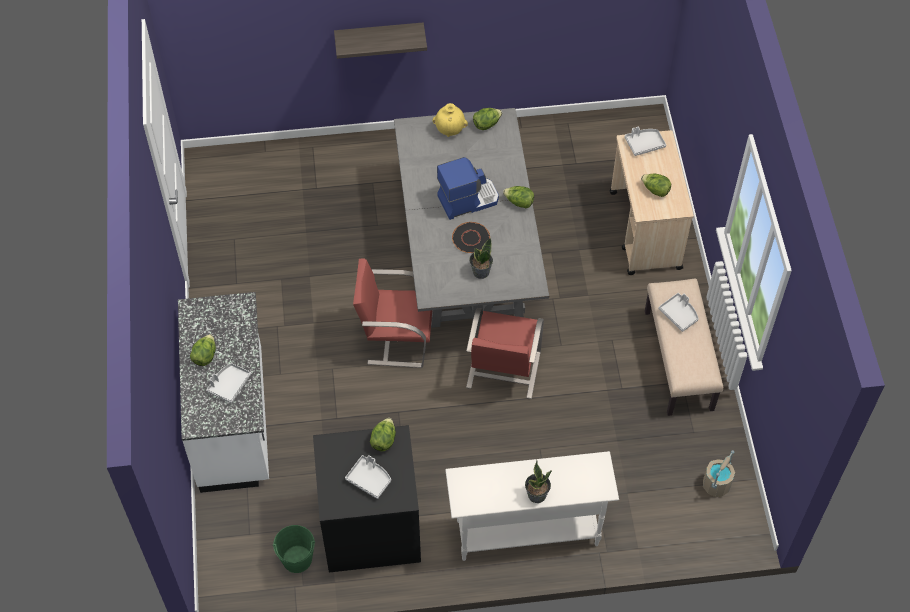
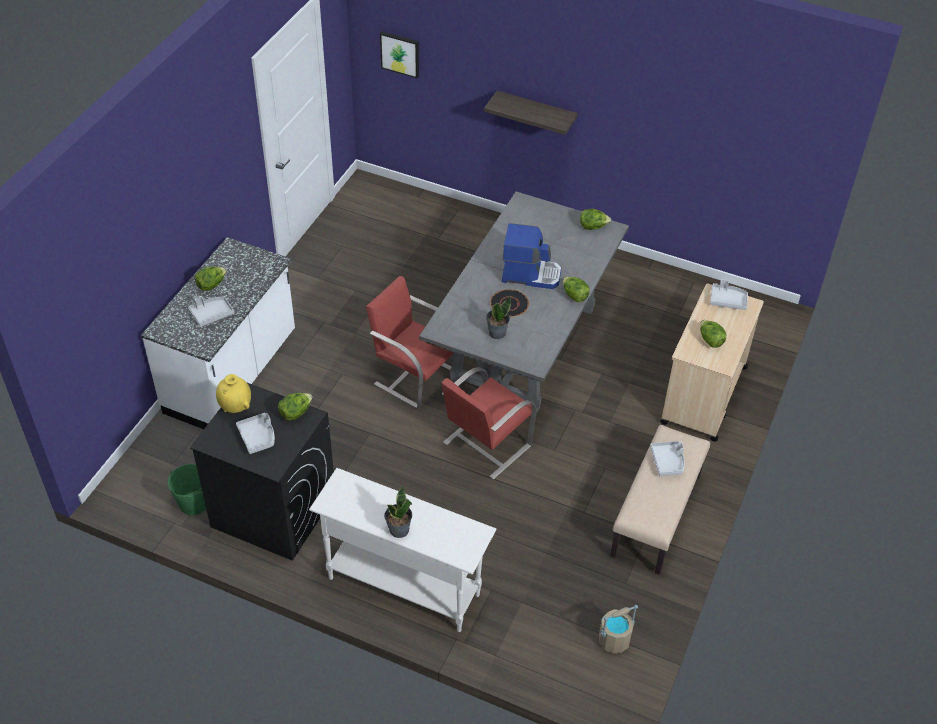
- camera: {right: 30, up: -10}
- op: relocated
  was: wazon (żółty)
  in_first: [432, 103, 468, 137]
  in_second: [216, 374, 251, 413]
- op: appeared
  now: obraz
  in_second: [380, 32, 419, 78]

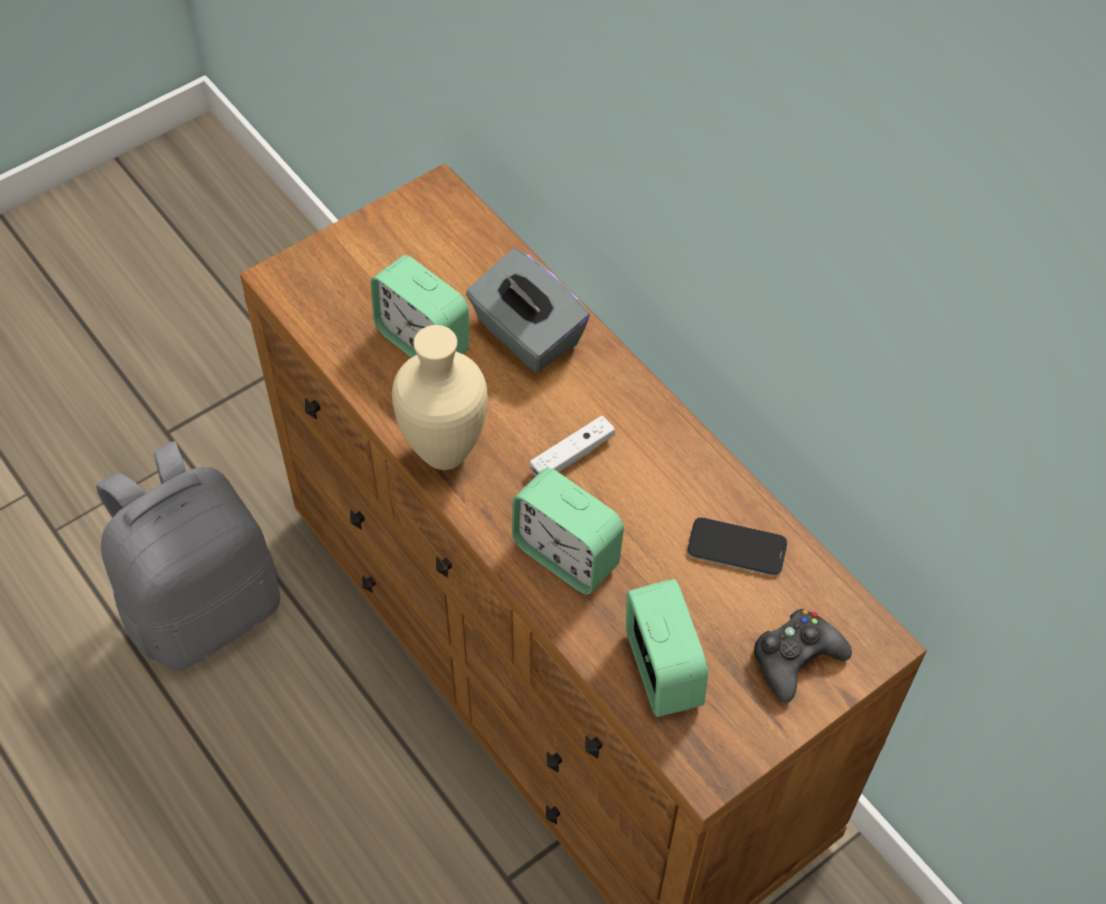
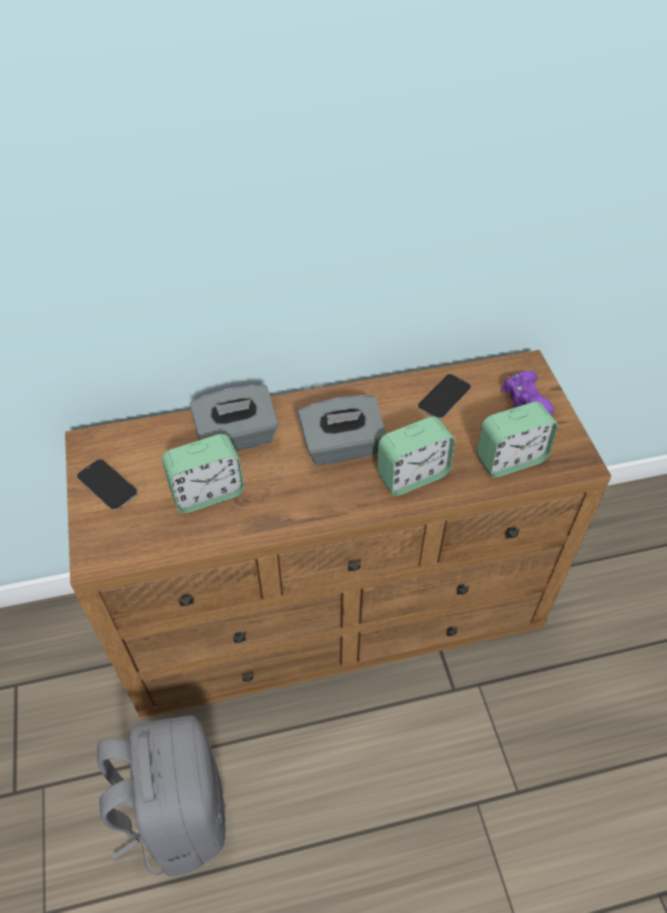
- camera: {right: -65, up: -5}
- op: missing
  was: wazon (beżowy)
  in_first: [392, 325, 488, 470]
- op: exchanged
  was: pad do gier (biały)
  now: pudełko chusteczek (szary)
  in_first: [530, 416, 615, 477]
  in_second: [298, 395, 386, 465]
- op: spun
  was: budzik
  in_first: [626, 579, 708, 717]
  in_second: [476, 401, 558, 478]
  clockwise: 150
- op: colour
  was: pad do gier (czarny)
  now: pad do gier (fioletowy)
  in_first: [754, 609, 852, 703]
  in_second: [501, 371, 554, 414]
- op: appeared
  now: telefon
  in_second: [77, 459, 138, 510]

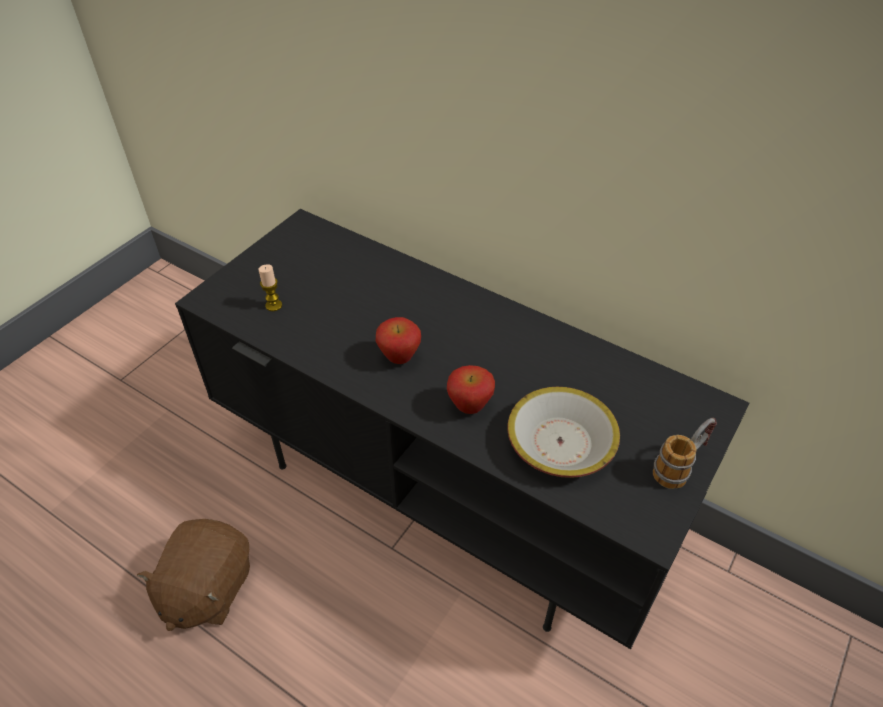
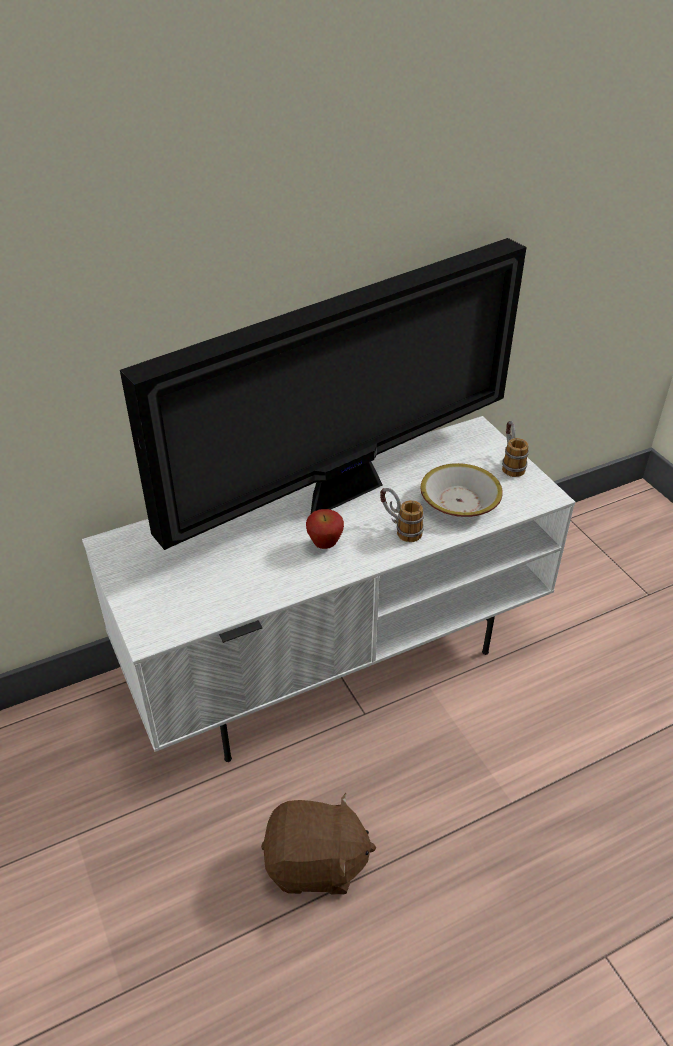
- camera: {right: -60, up: -5}
- op: colour
  was: szafka pod telewizor (czarny)
  now: szafka pod telewizor (biały)
  in_first: [175, 209, 750, 649]
  in_second: [82, 416, 575, 762]
- op: missing
  was: świeca
  in_first: [259, 264, 282, 311]
- op: exchanged
  was: jabłko
  now: kubek
  in_first: [447, 365, 495, 414]
  in_second: [380, 488, 424, 542]
- op: spun
  was: pluszak (brązowy)
  in_first: [137, 519, 250, 631]
  in_second: [261, 793, 376, 894]
  clockwise: -45
- op: appeared
  now: telewizor
  in_second: [120, 238, 526, 550]

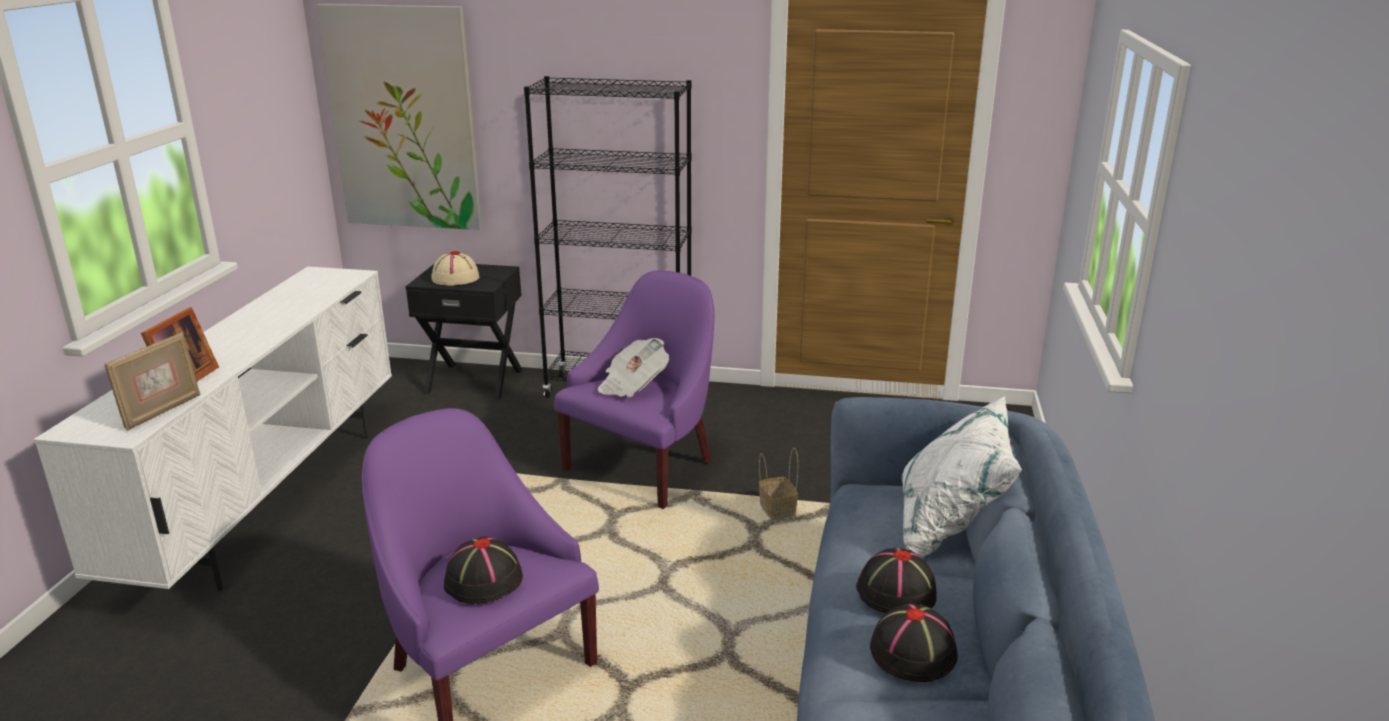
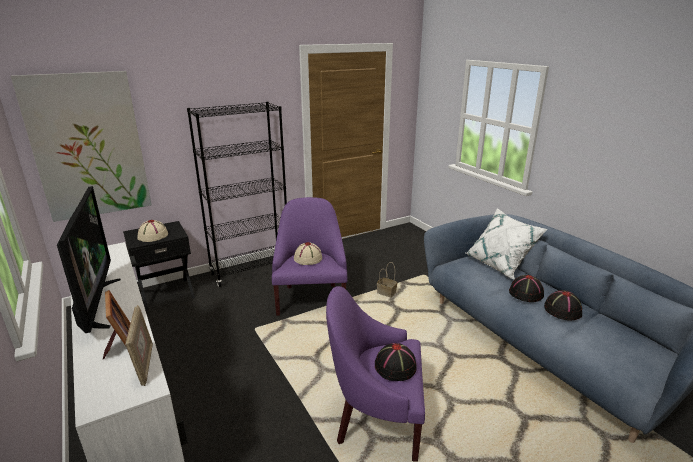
- camera: {right: -40, up: 0}
- op: exchanged
  was: gazeta
  now: kapelusz (beżowy)
  in_first: [597, 338, 669, 397]
  in_second: [294, 242, 322, 265]
- op: appeared
  now: telewizor
  in_second: [57, 186, 121, 333]

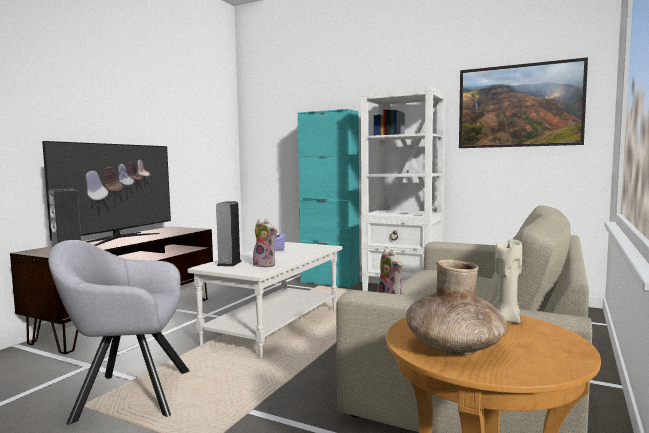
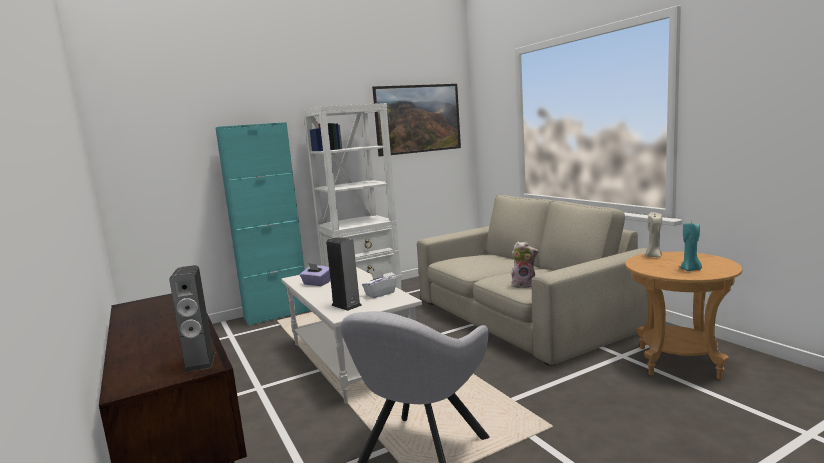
- camera: {right: -55, up: 5}
- op: missing
  was: telewizor
  in_first: [42, 141, 171, 246]
- op: exchanged
  was: pluszak
  now: pudełko chusteczek (biały)
  in_first: [253, 218, 278, 267]
  in_second: [362, 269, 397, 298]
- op: exchanged
  was: wazon (brązowy)
  now: świeca (turkusowy)
  in_first: [406, 259, 507, 355]
  in_second: [680, 222, 702, 271]

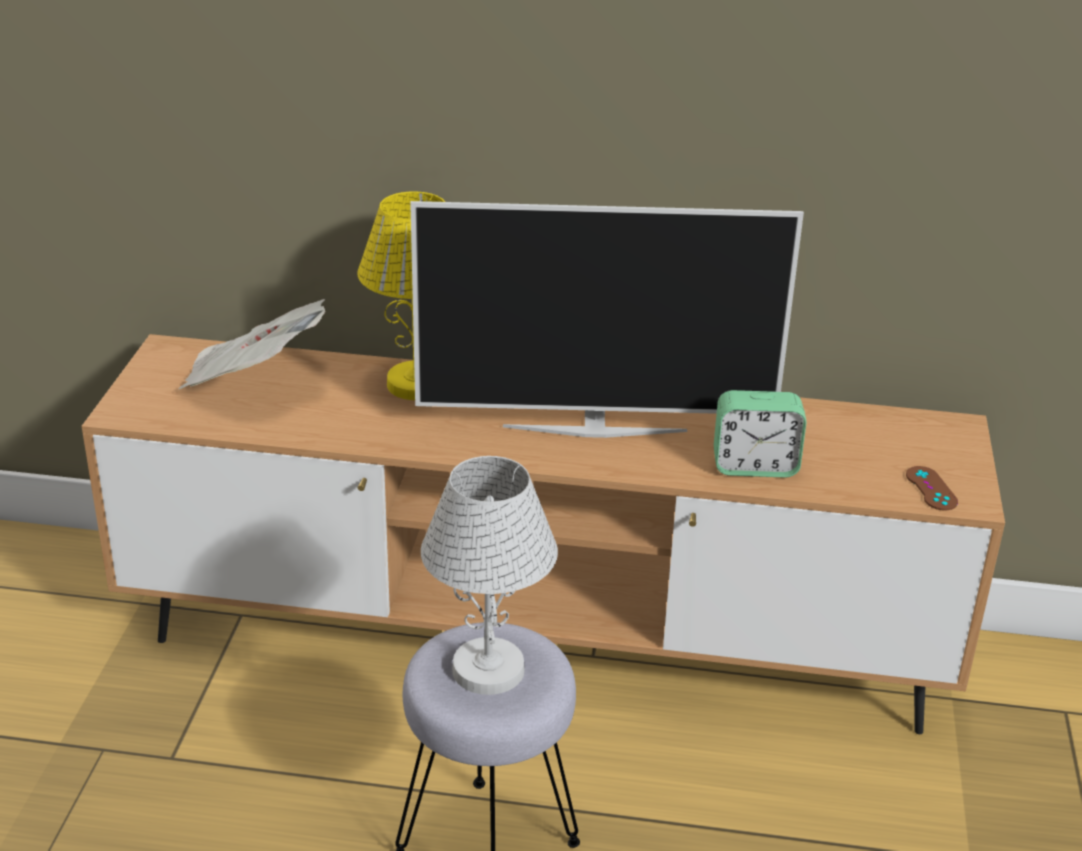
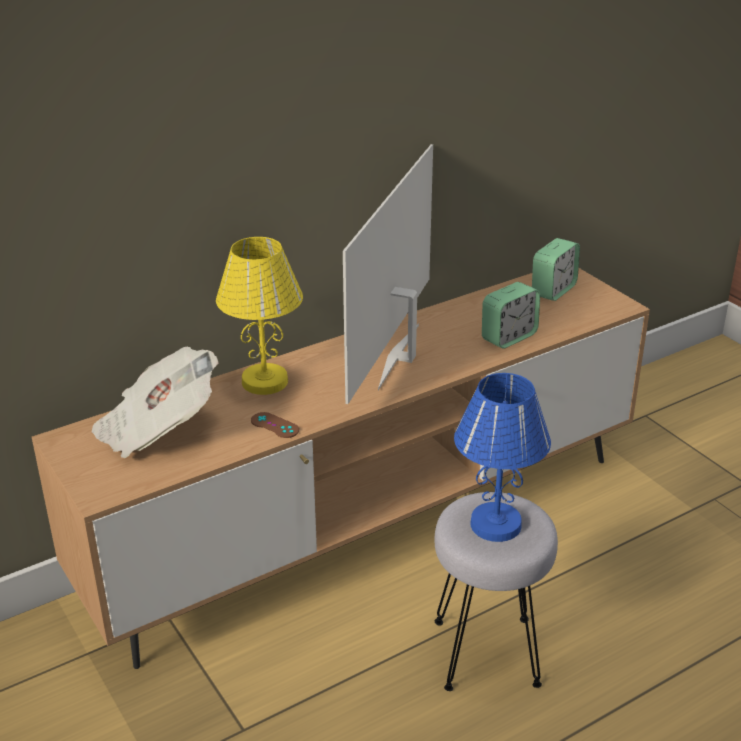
- camera: {right: -40, up: 0}
- op: spun
  was: telewizor
  in_first: [410, 201, 804, 438]
  in_second: [343, 144, 433, 404]
  clockwise: 150
- op: colour
  was: lampa stołowa (biały)
  now: lampa stołowa (niebieski)
  in_first: [421, 456, 558, 695]
  in_second: [454, 373, 551, 542]
- op: relocated
  was: pad do gier (brązowy)
  in_first: [906, 466, 958, 511]
  in_second: [251, 412, 299, 438]
- op: appeared
  now: budzik
  in_second: [532, 238, 580, 301]

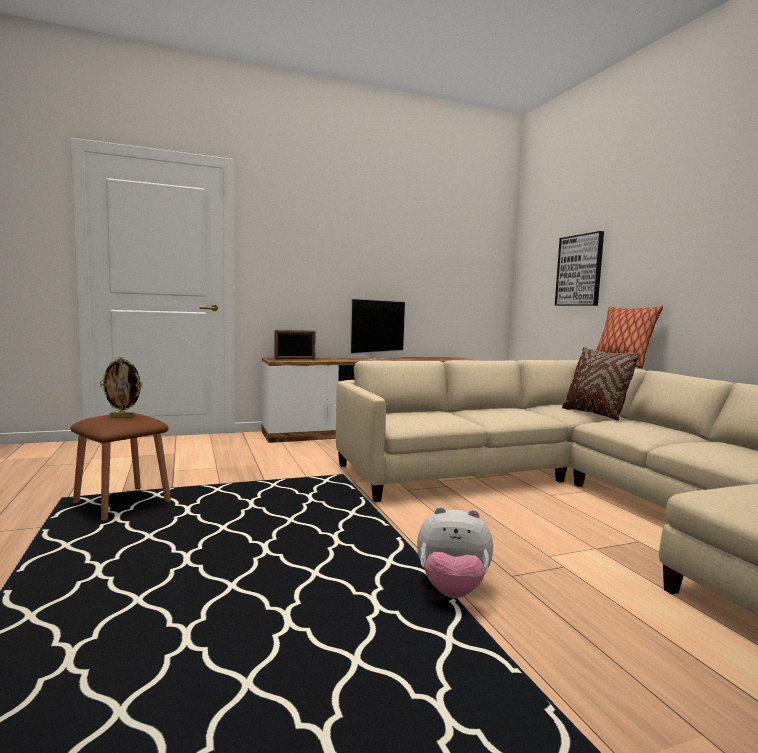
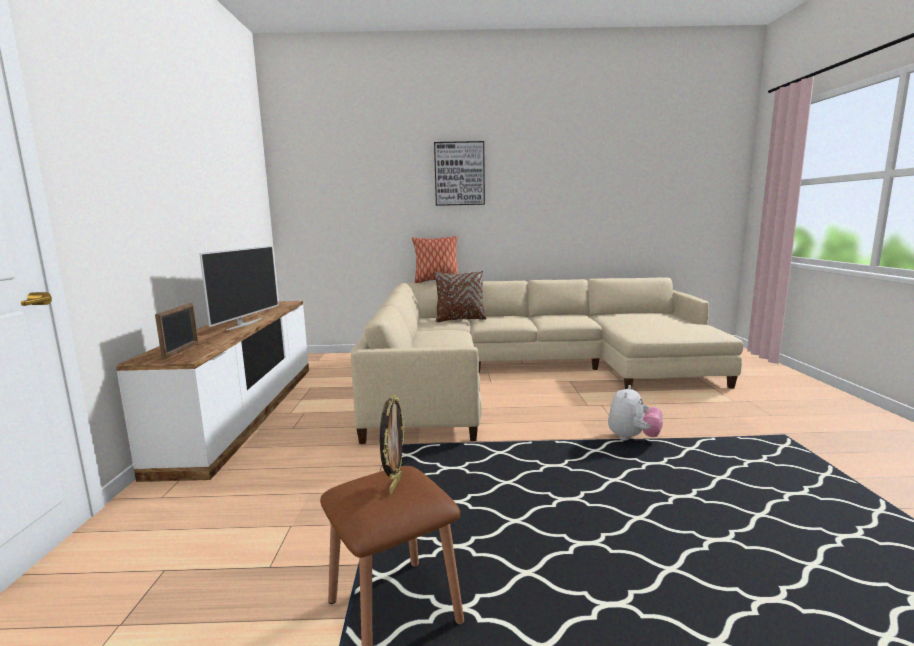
- camera: {right: -70, up: 5}
- op: relocated
  was: obraz
  in_first: [555, 231, 604, 306]
  in_second: [434, 141, 485, 206]
- op: spun
  was: telewizor
  in_first: [350, 298, 406, 361]
  in_second: [199, 246, 279, 330]
  clockwise: 45

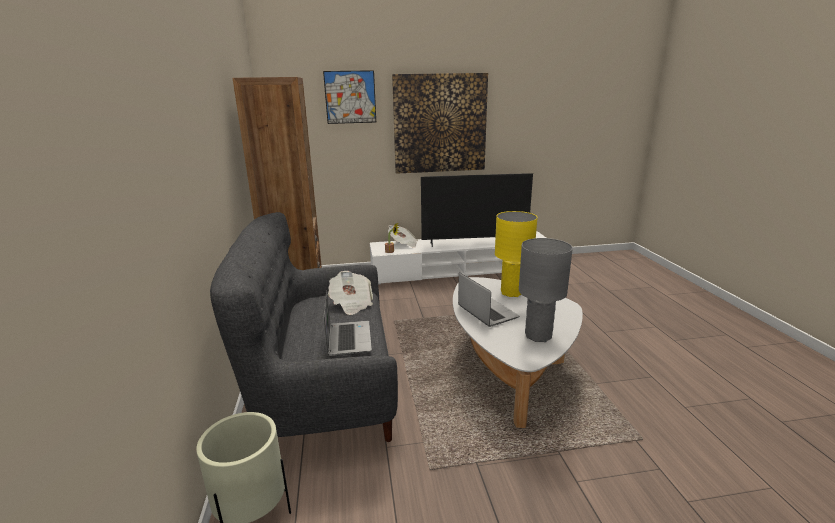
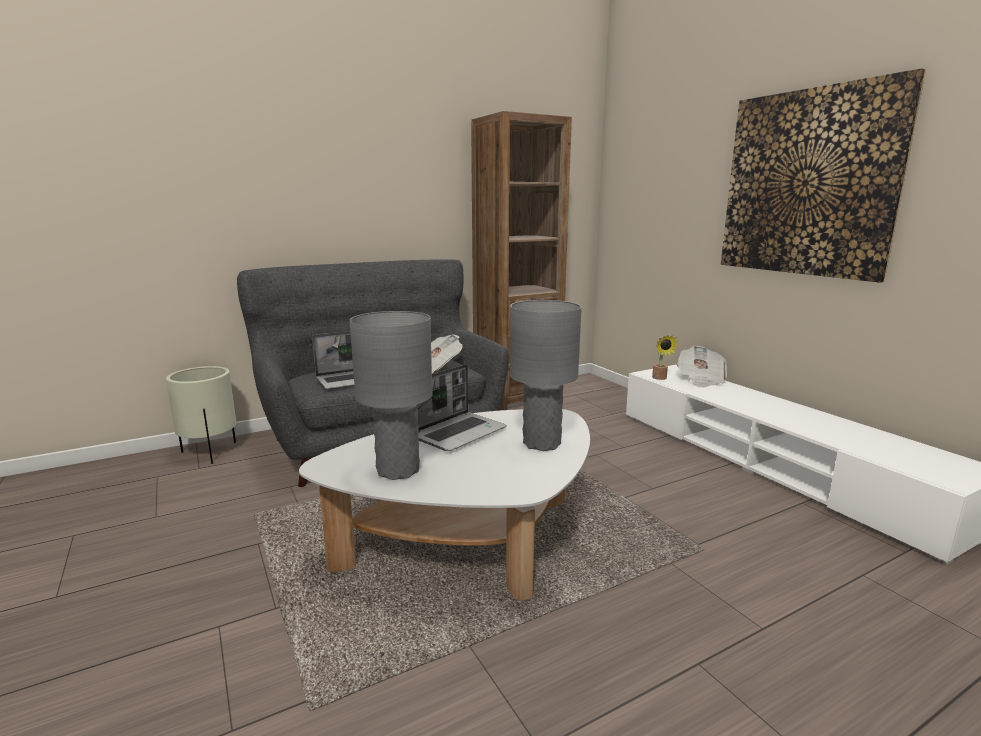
- camera: {right: 70, up: -5}
- op: missing
  was: obraz
  in_first: [323, 70, 376, 124]
- op: missing
  was: telewizor
  in_first: [421, 173, 533, 247]
- op: colour
  was: lampa stołowa (żółty)
  now: lampa stołowa (szary)
  in_first: [495, 211, 538, 297]
  in_second: [510, 300, 582, 451]

